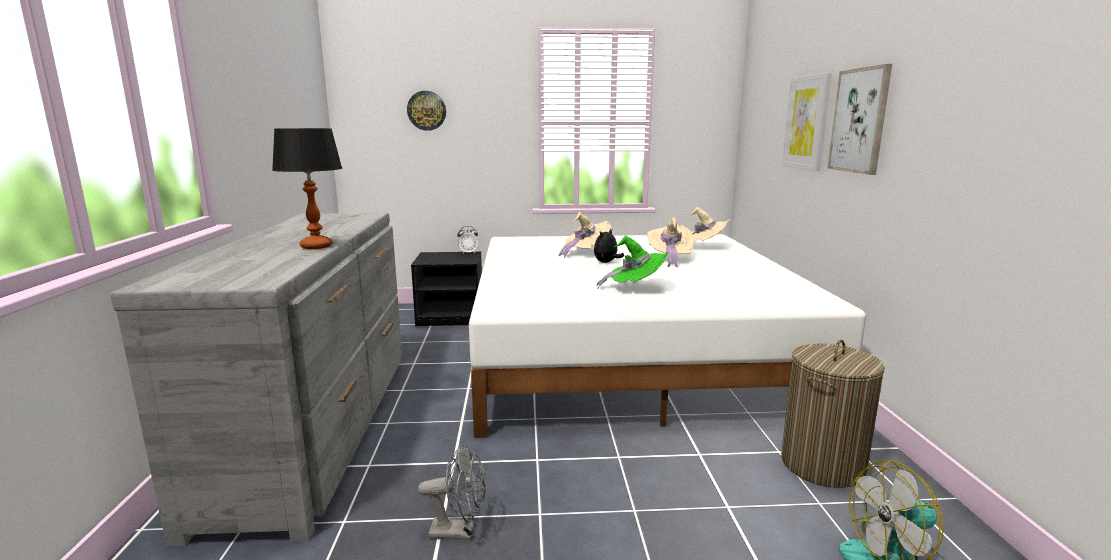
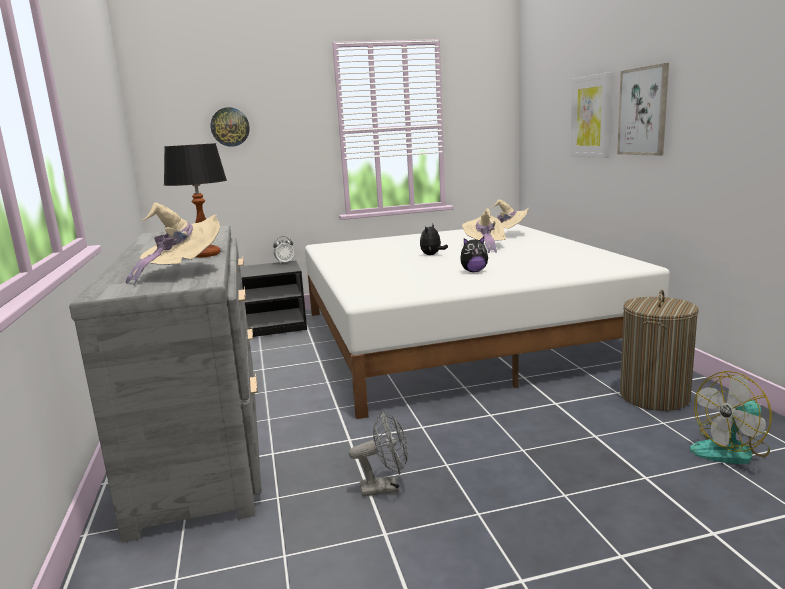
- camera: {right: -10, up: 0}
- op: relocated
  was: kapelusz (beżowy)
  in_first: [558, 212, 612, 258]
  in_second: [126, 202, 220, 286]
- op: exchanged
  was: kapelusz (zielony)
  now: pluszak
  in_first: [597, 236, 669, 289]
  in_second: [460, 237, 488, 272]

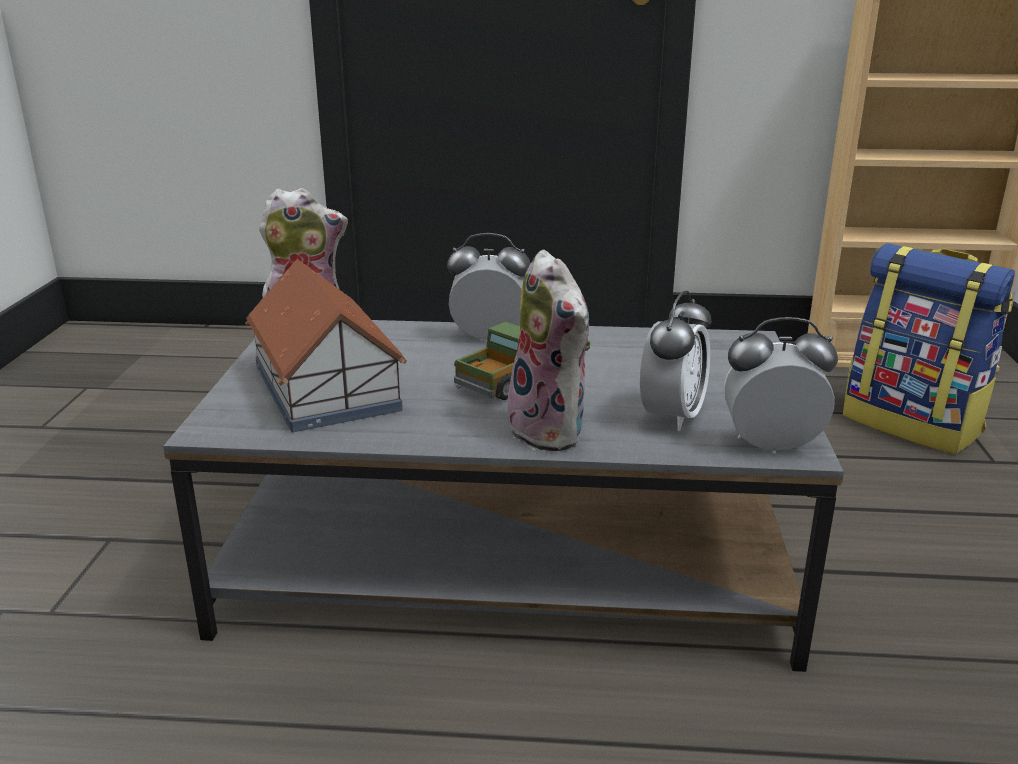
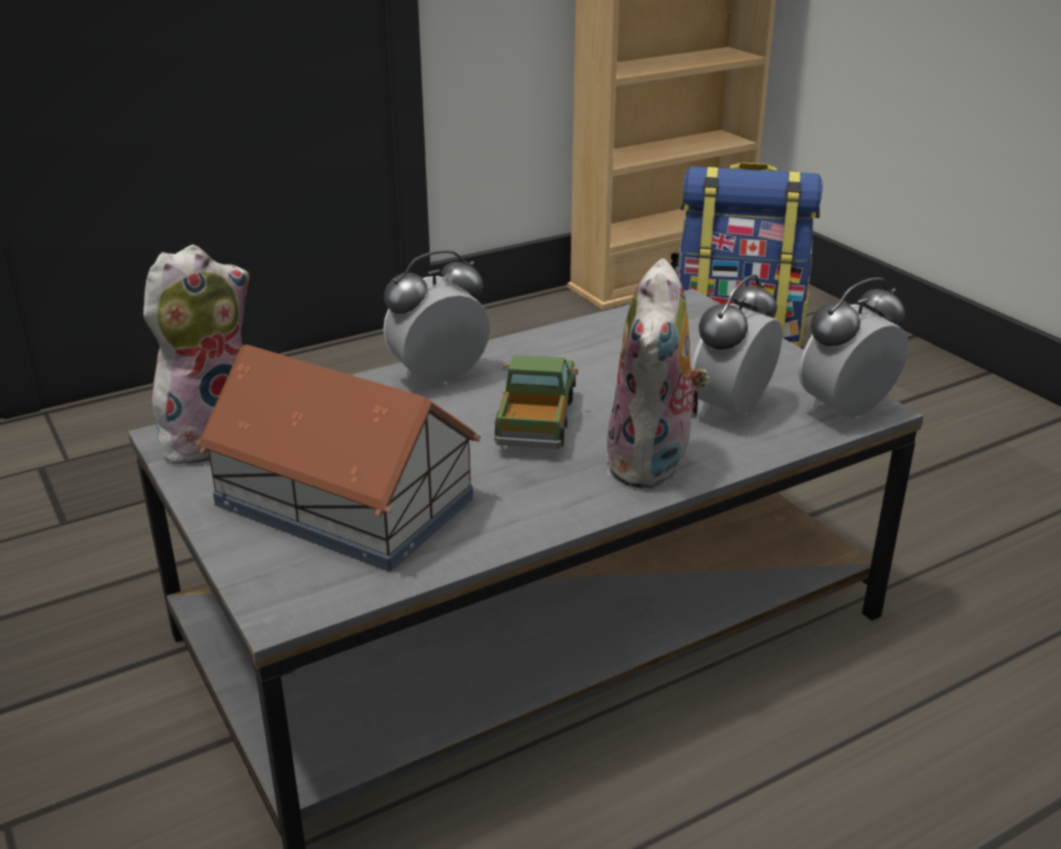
- camera: {right: -35, up: 5}
- op: spun
  was: pluszak
  in_first: [505, 250, 591, 451]
  in_second: [606, 258, 710, 489]
  clockwise: 75
- op: spun
  was: budzik
  in_first: [640, 291, 711, 431]
  in_second: [691, 275, 782, 417]
  clockwise: -135

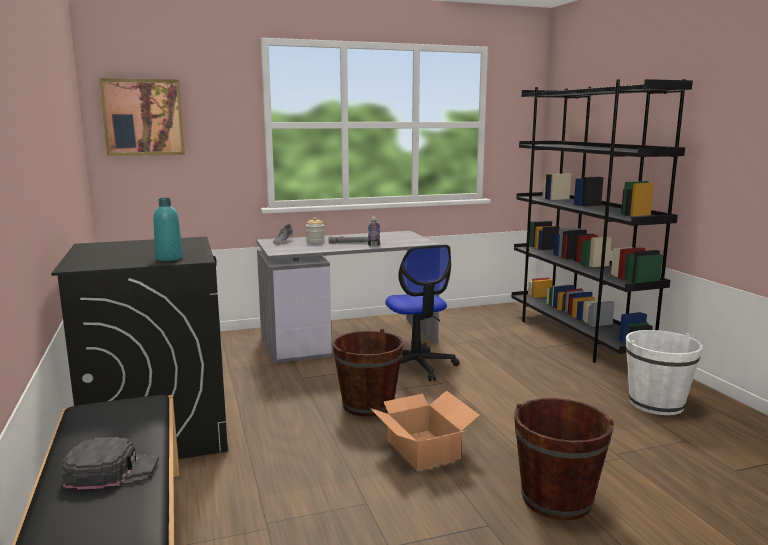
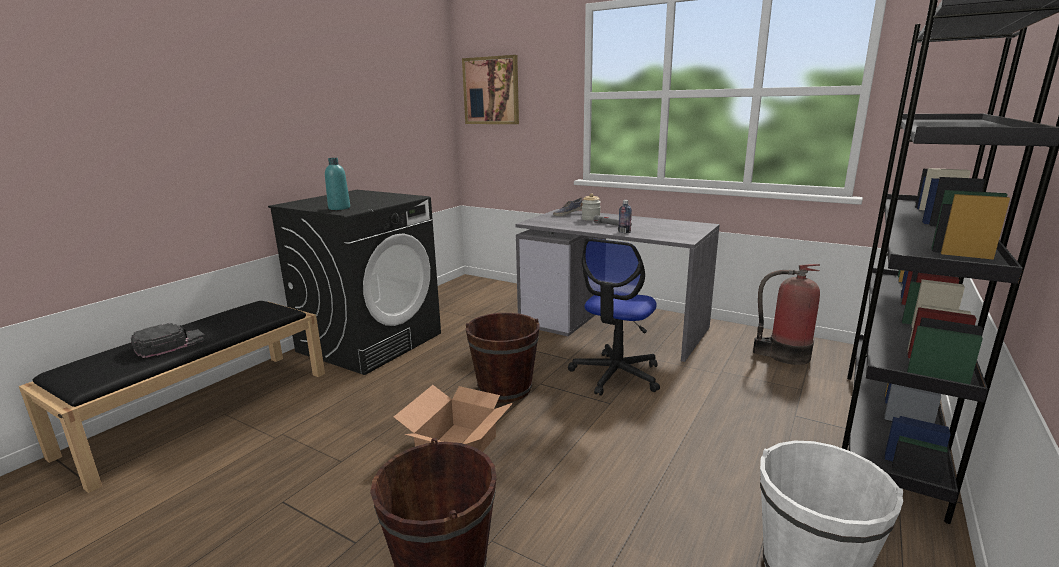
- camera: {right: 50, up: 5}
- op: spun
  was: czapka z daszkiem (czarny)
  in_first: [62, 437, 159, 490]
  in_second: [131, 323, 205, 358]
  clockwise: -90
- op: appeared
  now: gaśnica
  in_second: [753, 264, 820, 365]

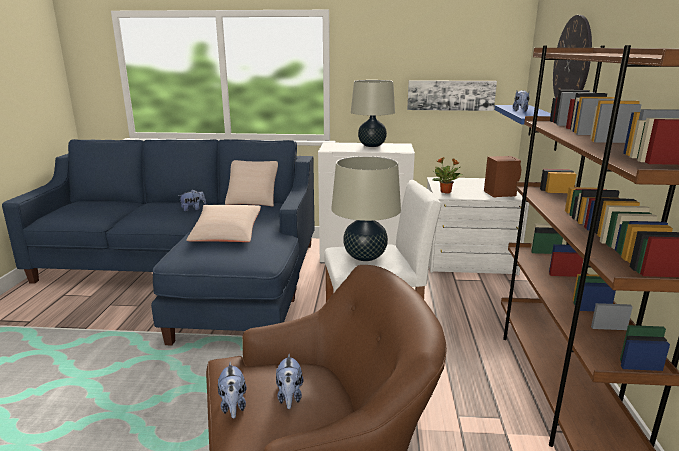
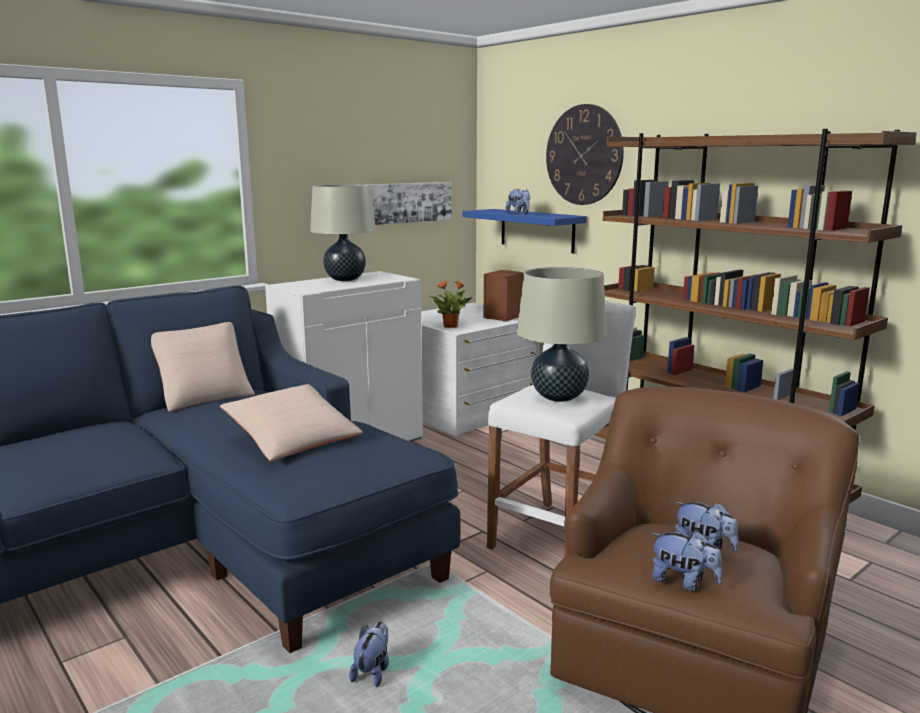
- camera: {right: -45, up: -5}
- op: relocated
  was: pluszak
  in_first: [178, 189, 206, 212]
  in_second: [349, 622, 389, 687]

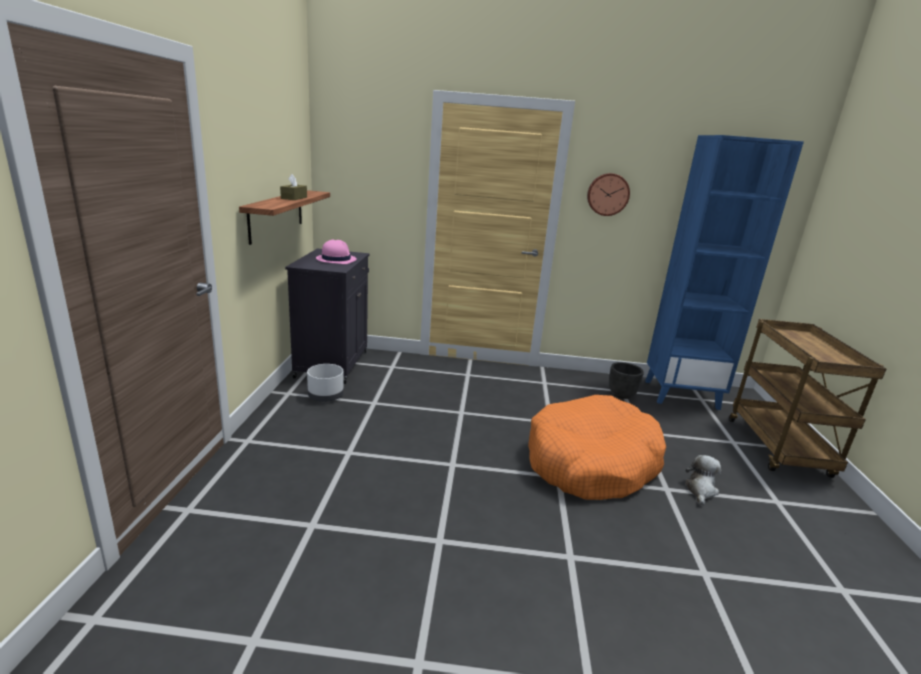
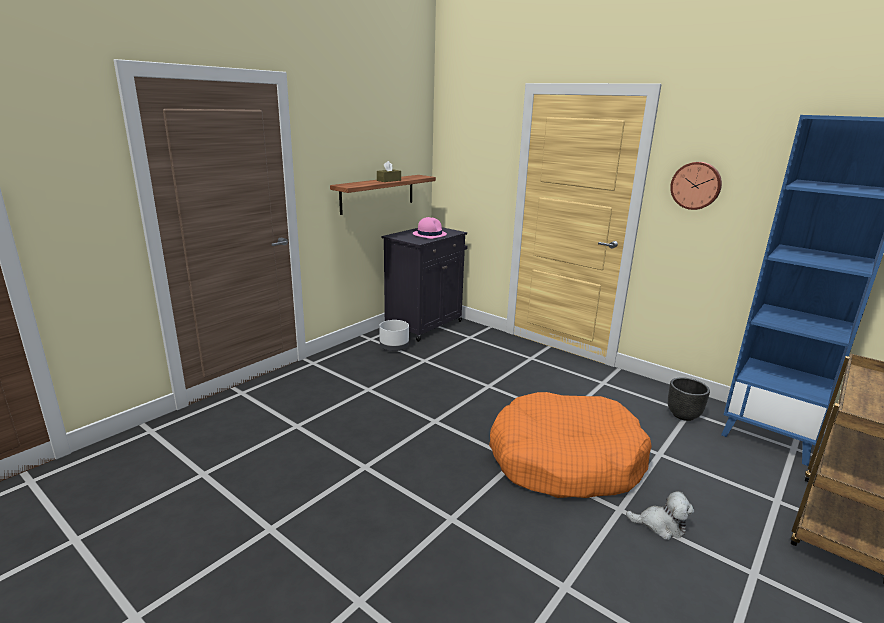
- camera: {right: 35, up: 0}
- op: spun
  was: pluszak
  in_first: [685, 455, 721, 505]
  in_second: [626, 491, 694, 540]
  clockwise: 45

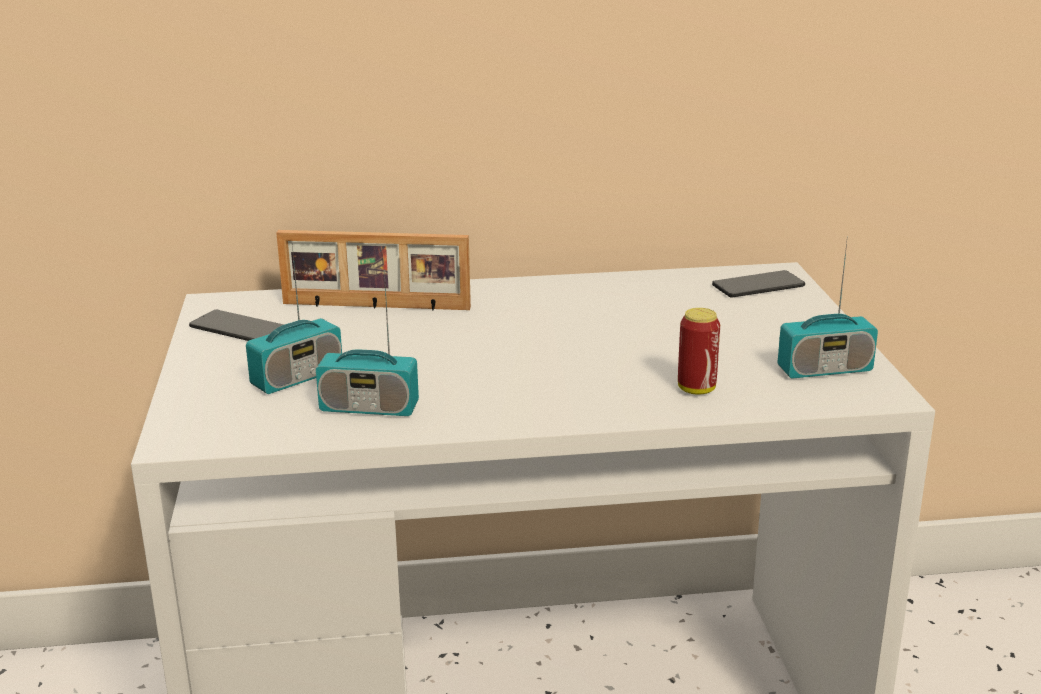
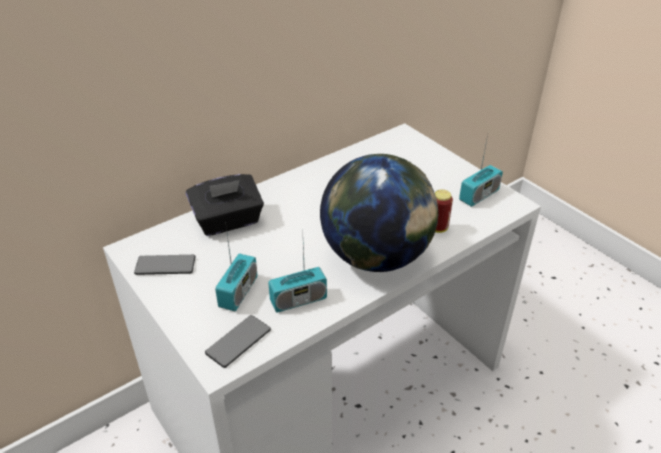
- camera: {right: -30, up: 15}
- op: exchanged
  was: ramka na zdjęcie
  now: pudełko chusteczek (czarny)
  in_first: [276, 230, 471, 310]
  in_second: [186, 174, 264, 236]
- op: relocated
  was: telefon
  in_first: [712, 270, 805, 297]
  in_second: [205, 315, 271, 368]
- op: appeared
  now: globus
  in_second: [320, 154, 438, 272]

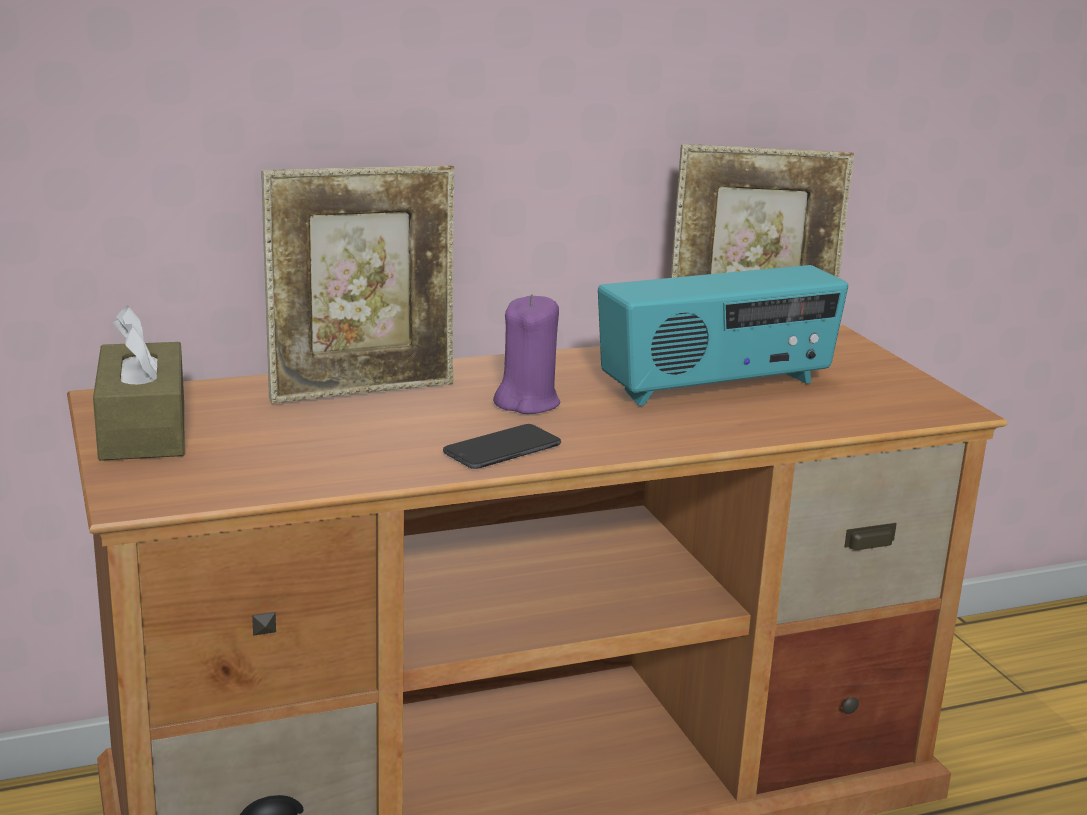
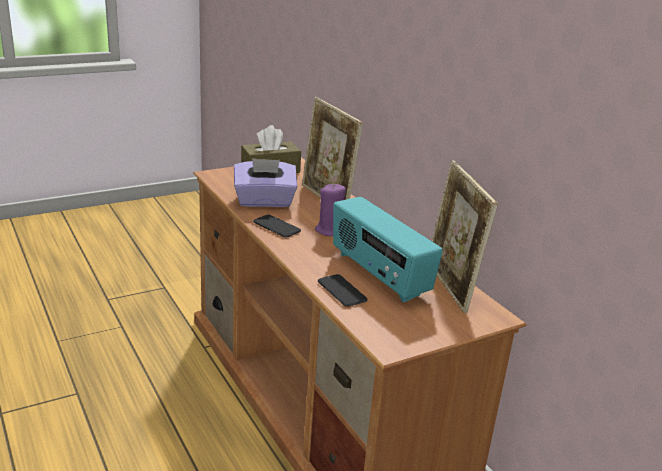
- camera: {right: 80, up: 5}
- op: appeared
  now: pudełko chusteczek (fioletowy)
  in_second: [234, 158, 297, 207]
- op: appeared
  now: telefon
  in_second: [318, 274, 368, 307]

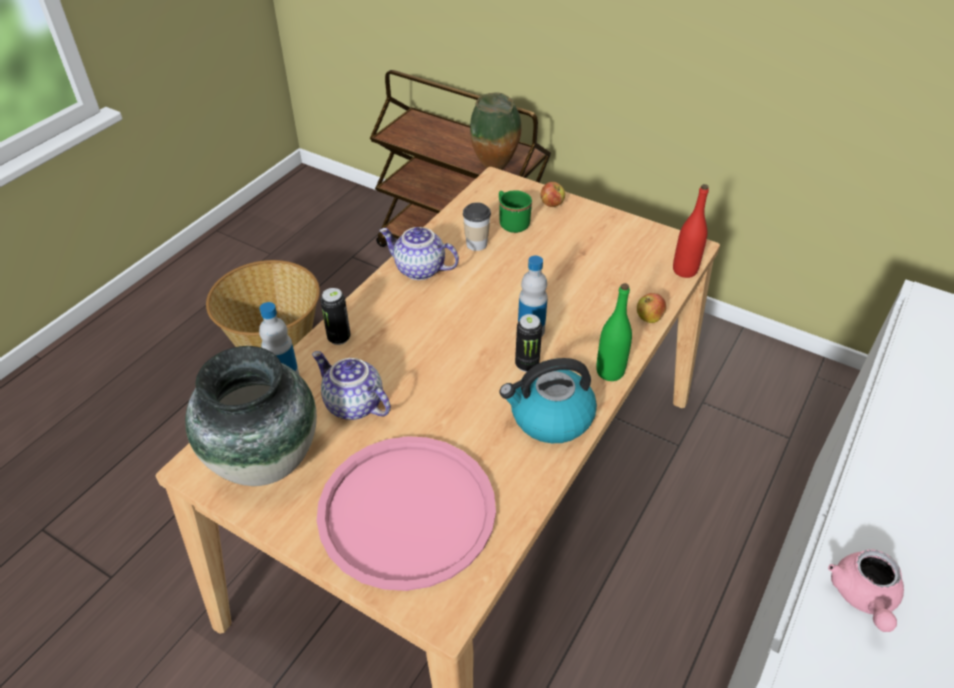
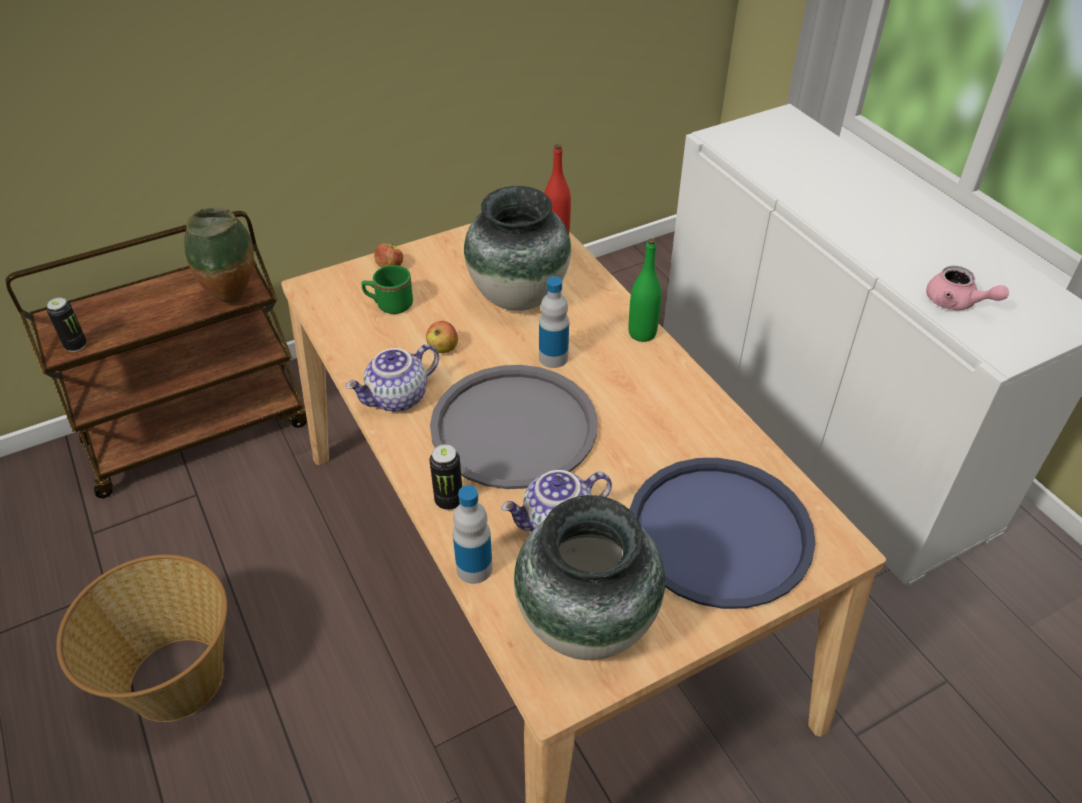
- camera: {right: -60, up: 0}
- op: missing
  was: filiżanka
  in_first: [463, 202, 491, 251]
- op: relocated
  was: jabłko
  in_first: [637, 293, 666, 323]
  in_second: [426, 321, 458, 353]
- op: relocated
  was: puszka
  in_first: [515, 314, 542, 372]
  in_second: [47, 298, 87, 352]
- op: missing
  was: czajnik
  in_first: [499, 358, 597, 443]
- op: colour
  was: taca (różowy)
  now: taca (niebieski)
  in_first: [317, 436, 496, 591]
  in_second: [629, 458, 816, 609]
- op: appeared
  now: wazon
  in_second: [464, 186, 571, 311]
- op: appeared
  now: taca (szary)
  in_second: [430, 365, 598, 489]

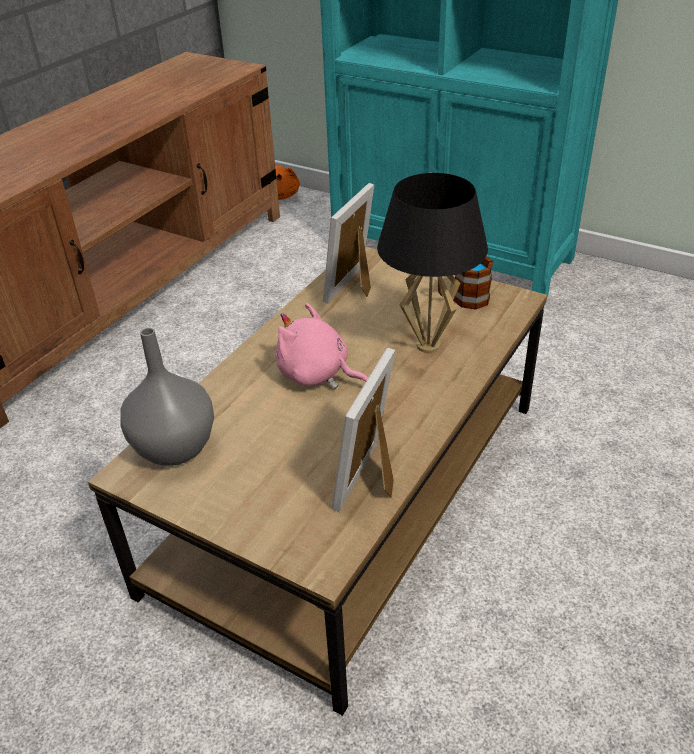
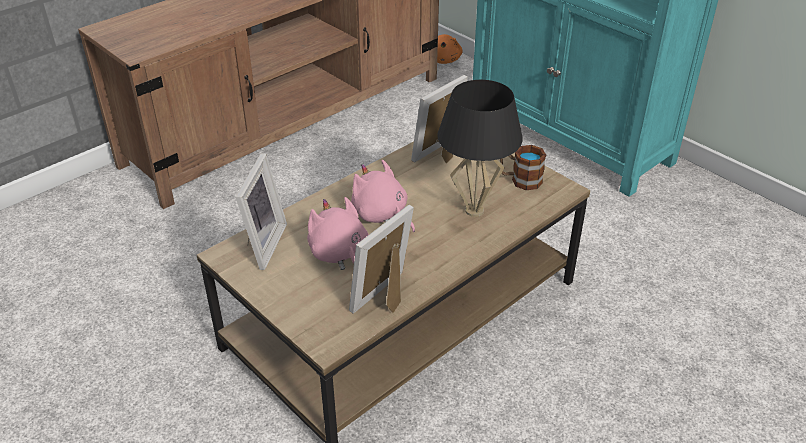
- camera: {right: 15, up: 0}
- op: exchanged
  was: wazon (szary)
  now: ramka na zdjęcie
  in_first: [120, 328, 214, 466]
  in_second: [235, 153, 287, 270]
- op: appeared
  now: pluszak (różowy)
  in_second: [307, 197, 369, 270]

